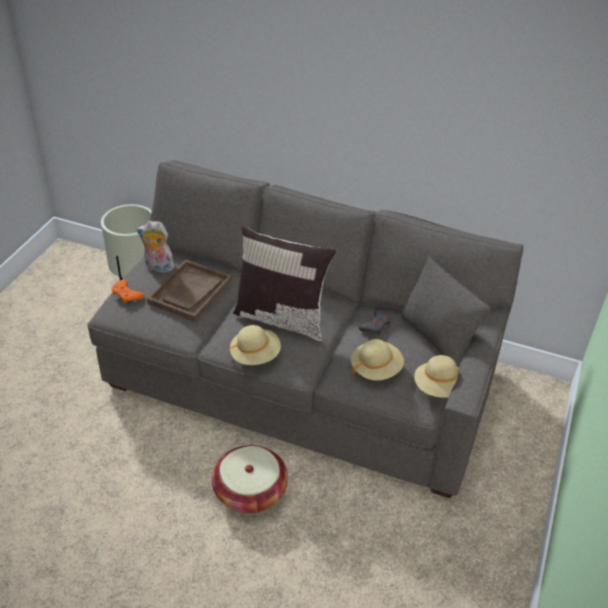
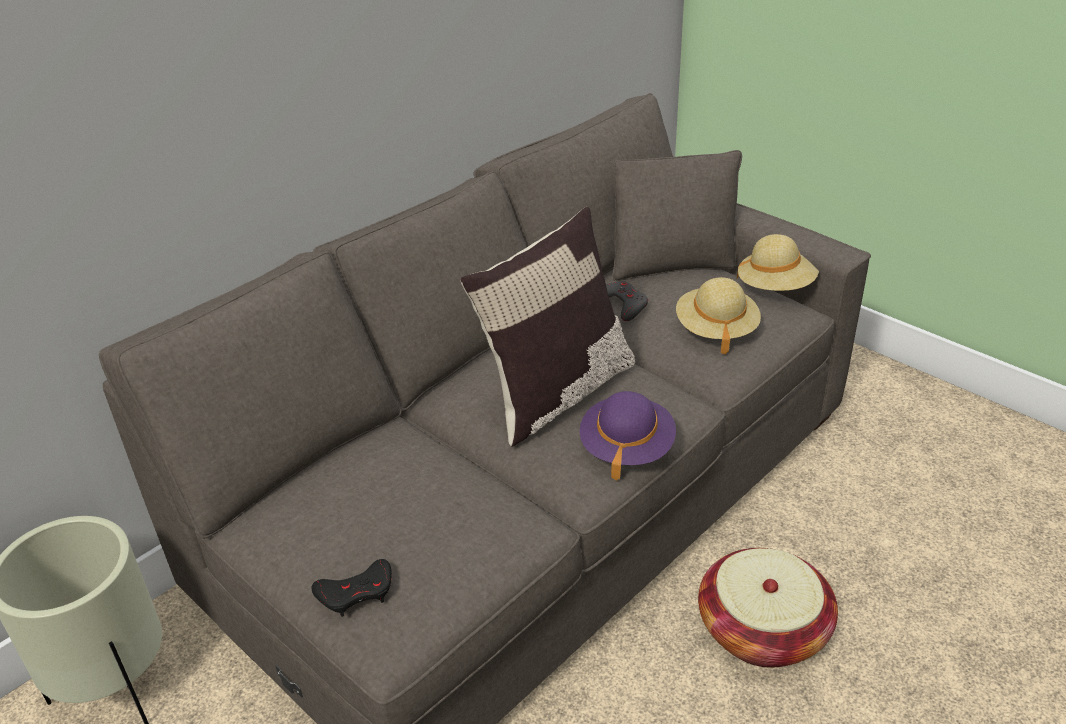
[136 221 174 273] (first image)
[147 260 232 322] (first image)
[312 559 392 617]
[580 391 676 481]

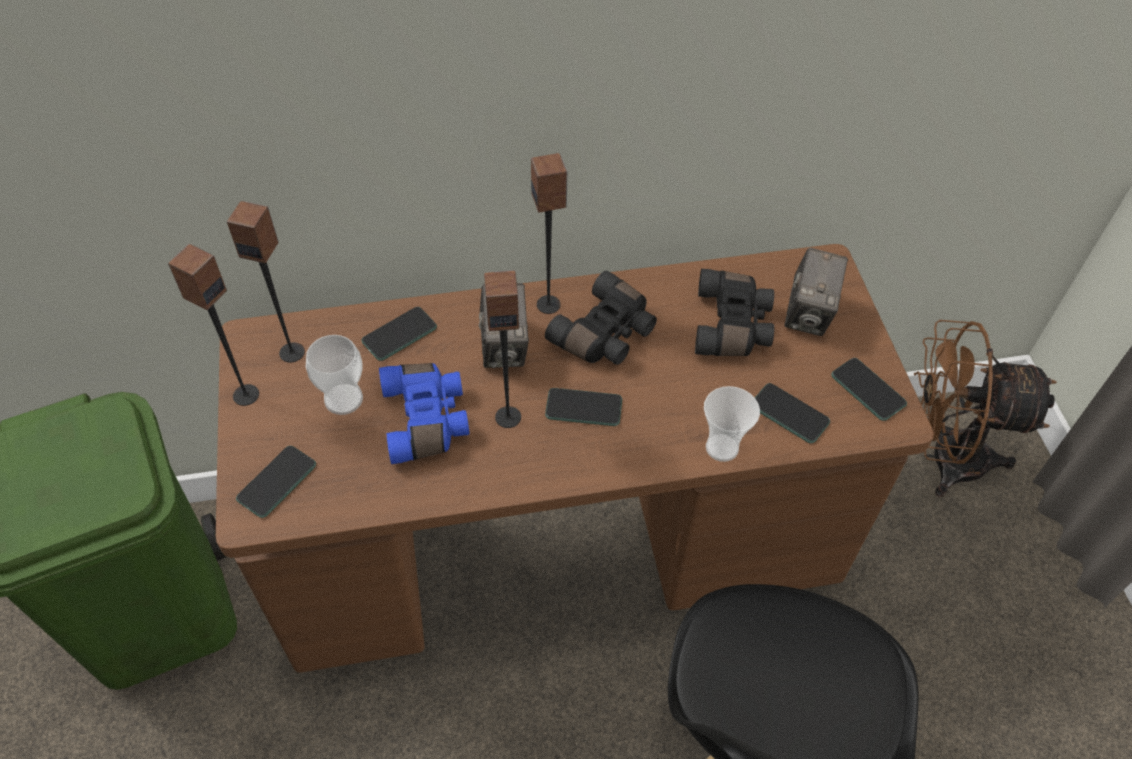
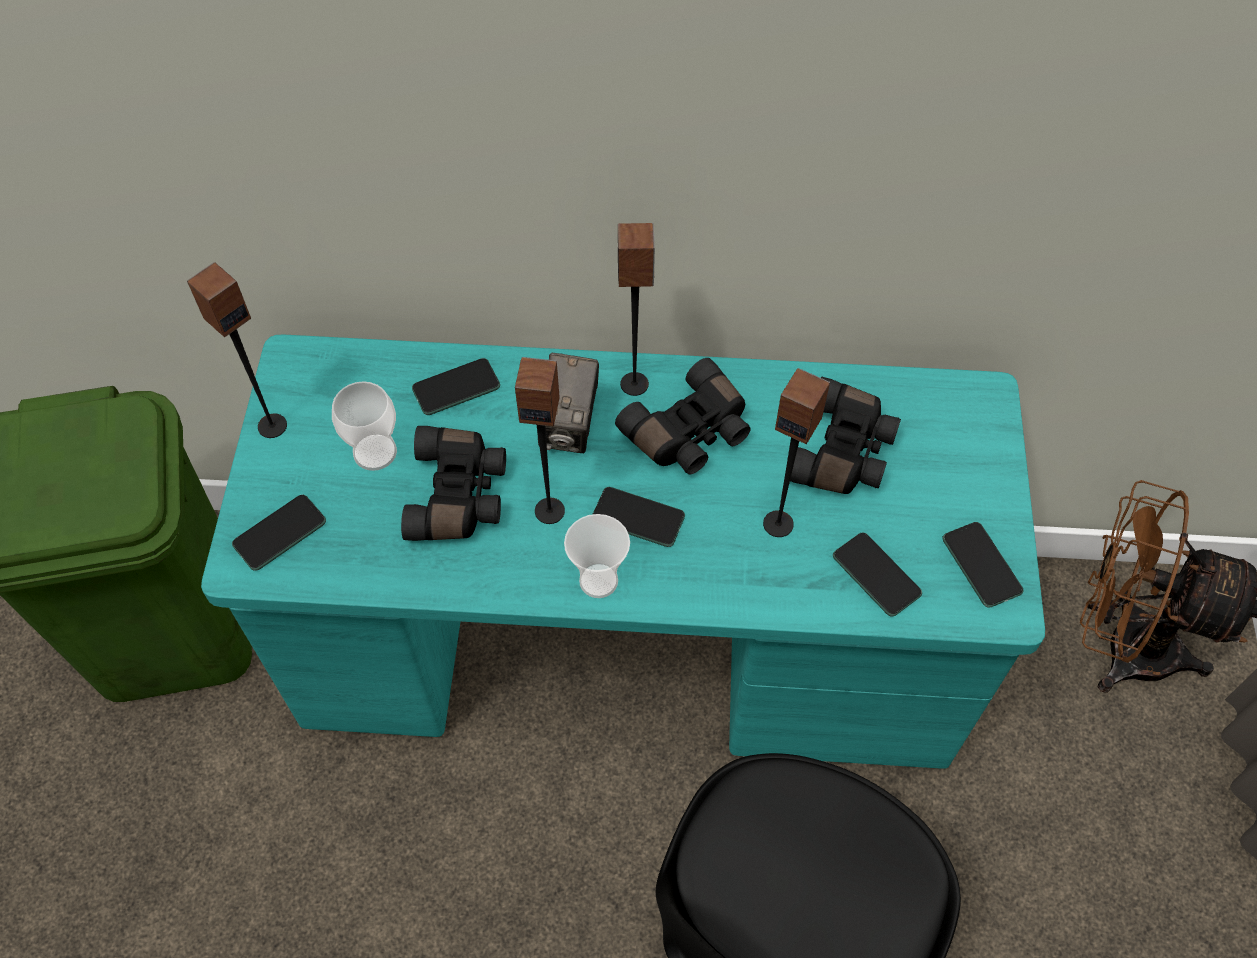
[763 368 830 537]
[201 334 1045 769]
[784 248 848 336] (first image)
[401 426 506 541]
[564 514 630 598]

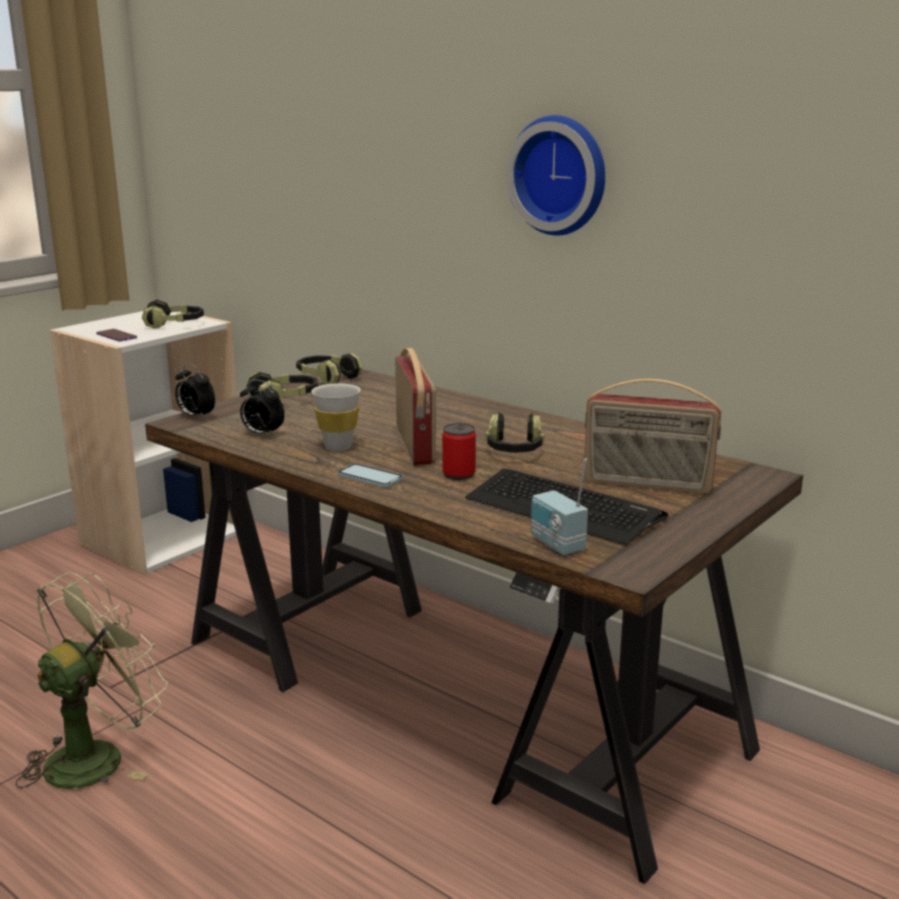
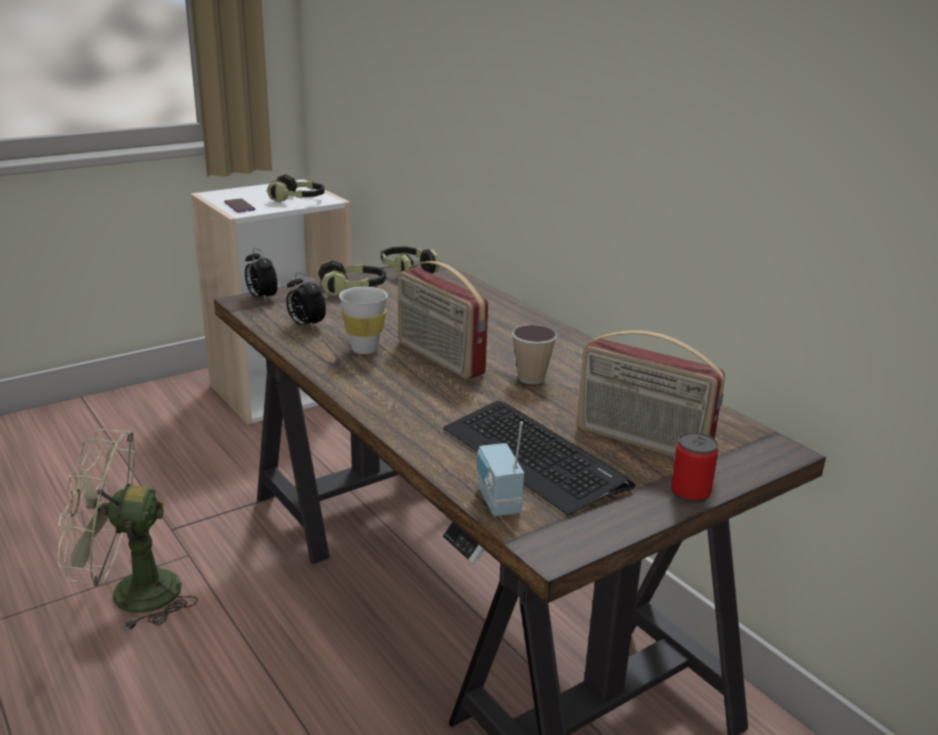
[506 115 605 236] (first image)
[398 261 488 379]
[512 325 557 384]
[671 432 718 503]
[337 463 404 488] (first image)
[58 429 198 631]

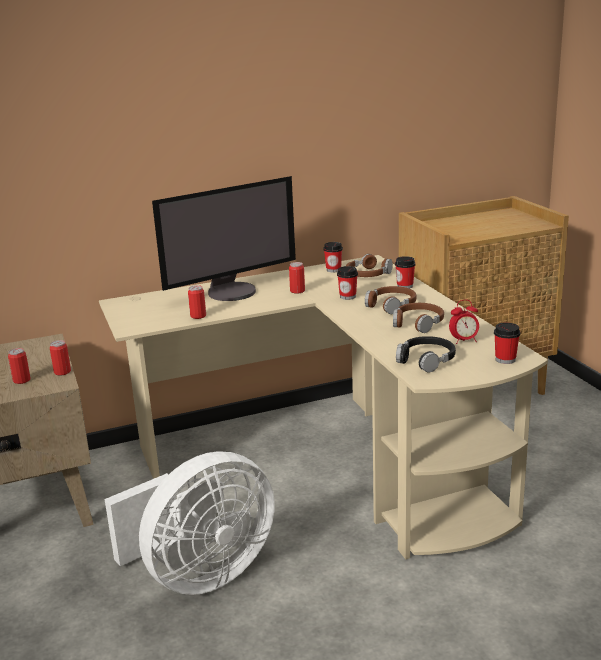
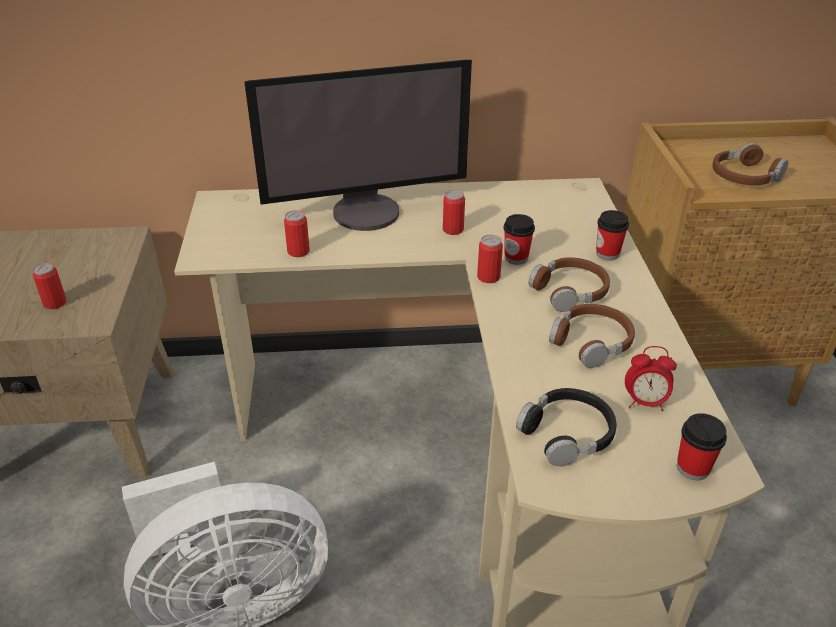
[323 242 343 272] (first image)
[713 143 788 185]
[477 235 503 283]

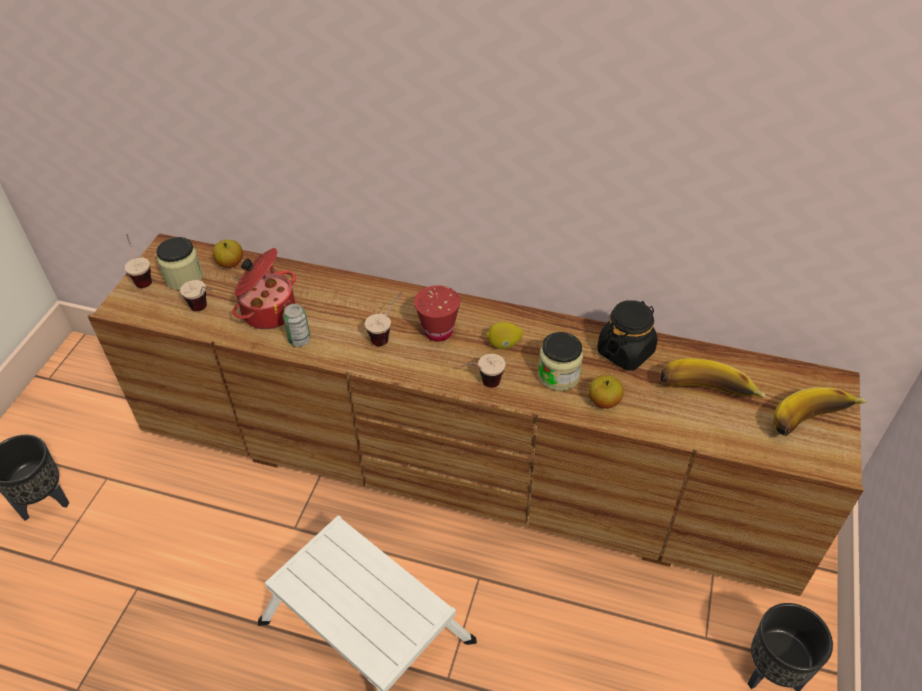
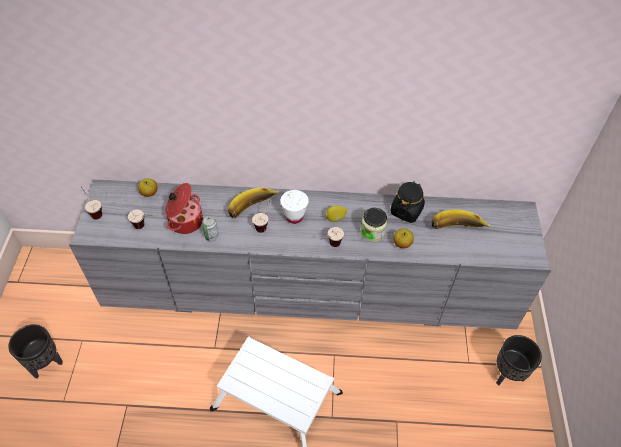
[69 179 551 329]
[156 237 203 290] (first image)
[281 190 309 224]
[228 188 280 218]

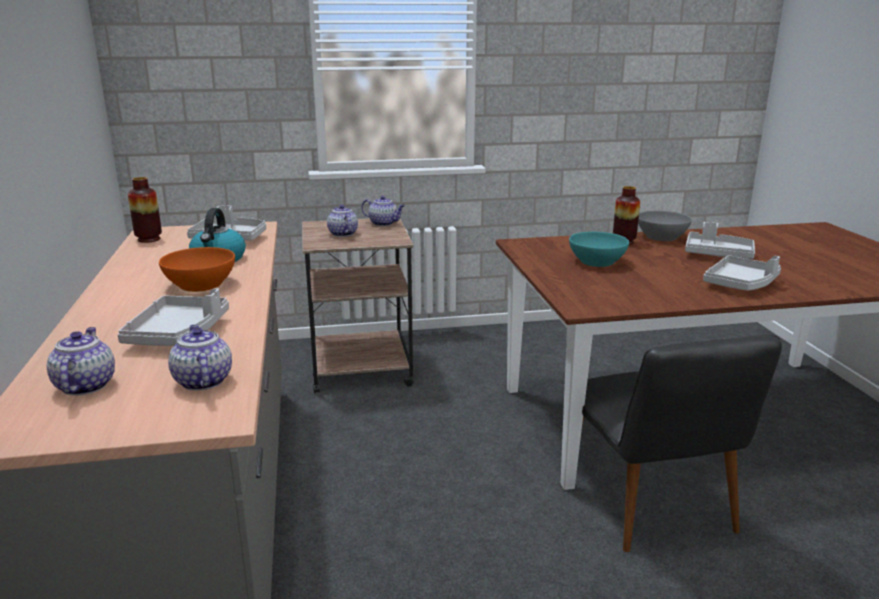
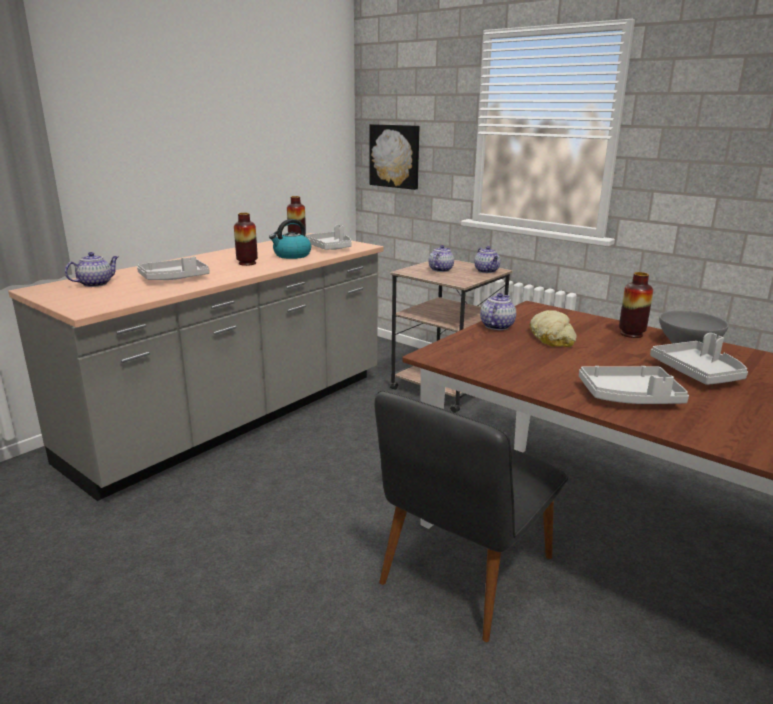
[530 310 577 347]
[234 213 258 266]
[480 293 516 330]
[369 124 419 190]

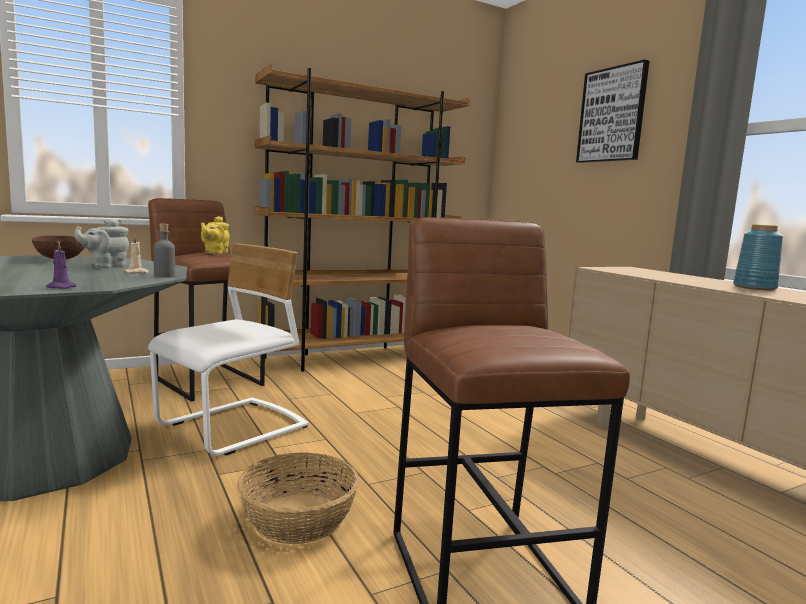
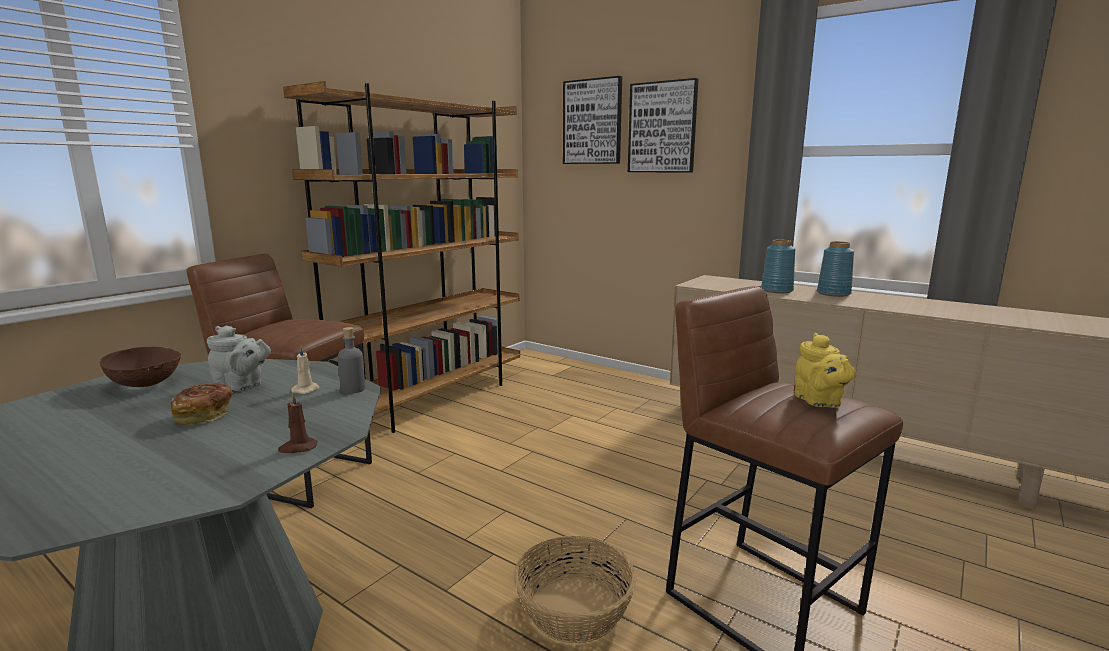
[795 333 856 408]
[207 326 271 391]
[278 392 317 453]
[148 243 309 456] (first image)
[563 76 622 164]
[761 240 795 293]
[171 383 233 425]

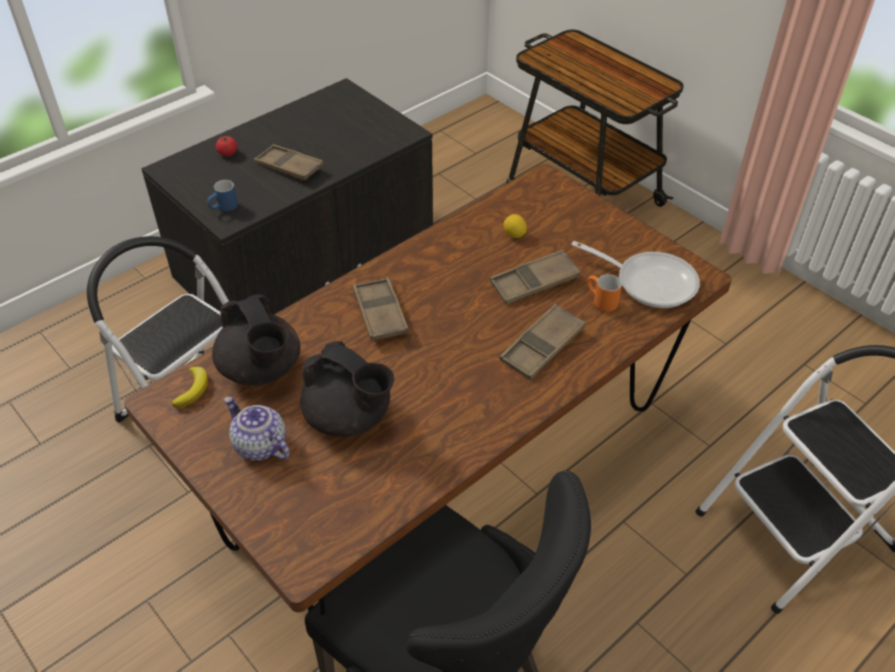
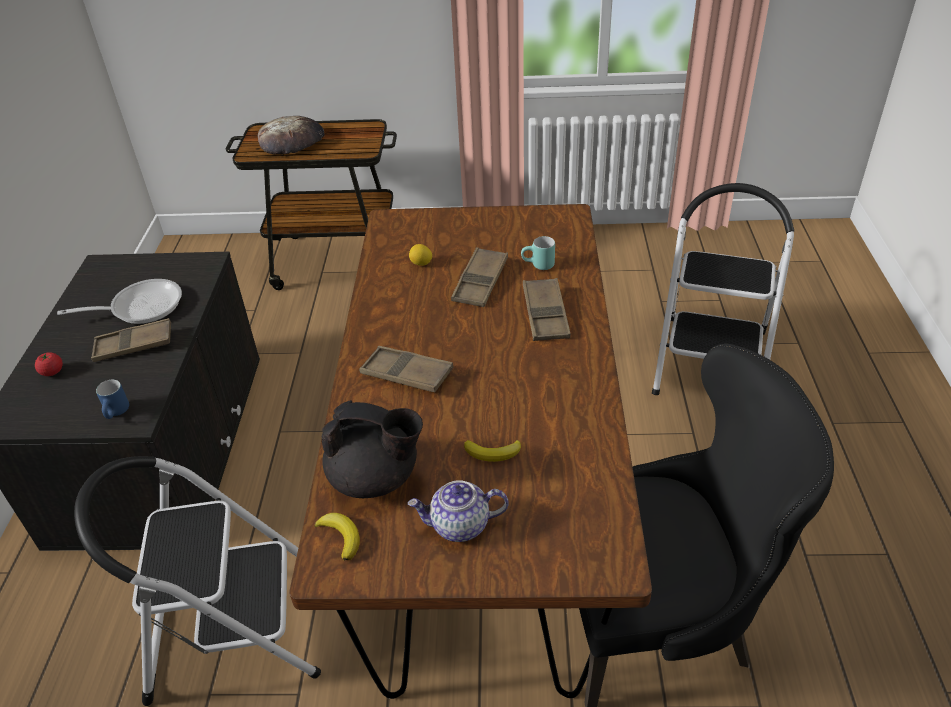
[57 279 182 324]
[521 236 555 270]
[464 440 521 462]
[258 116 325 155]

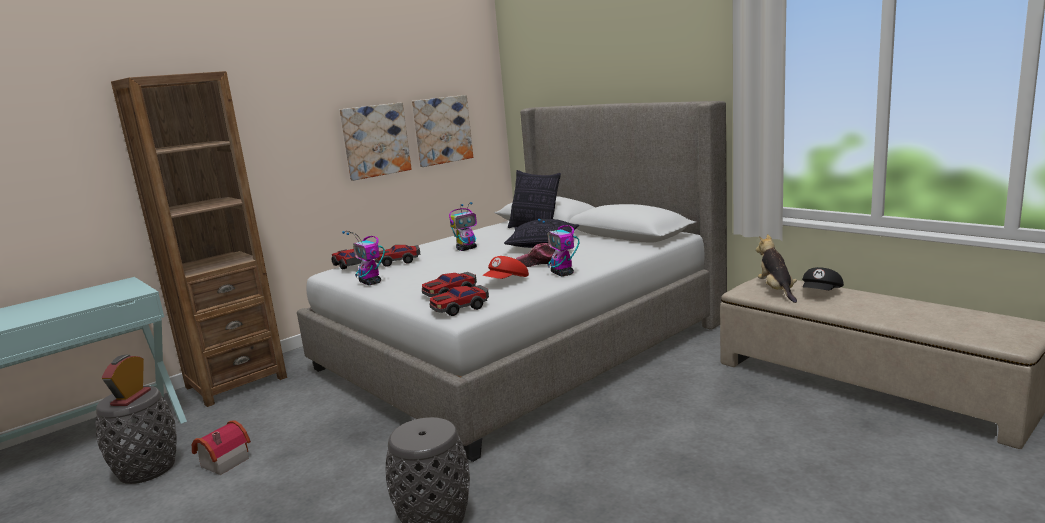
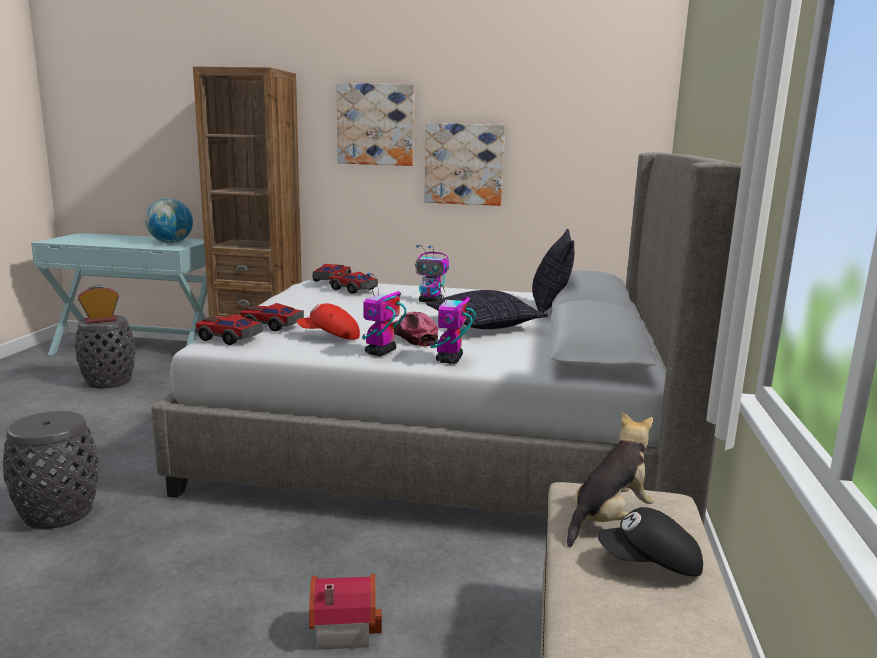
[337 83 414 166]
[425 279 476 364]
[309 574 382 649]
[145 198 193 243]

